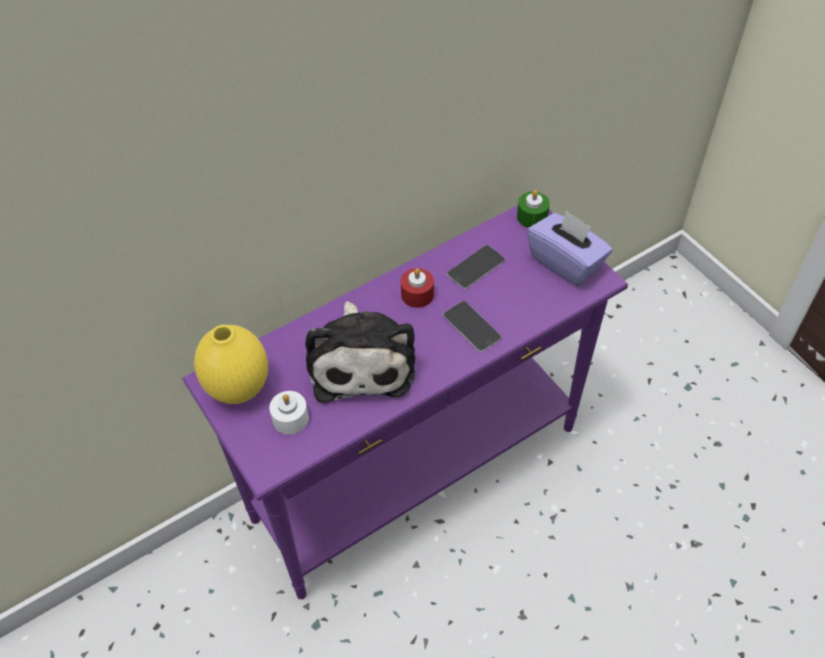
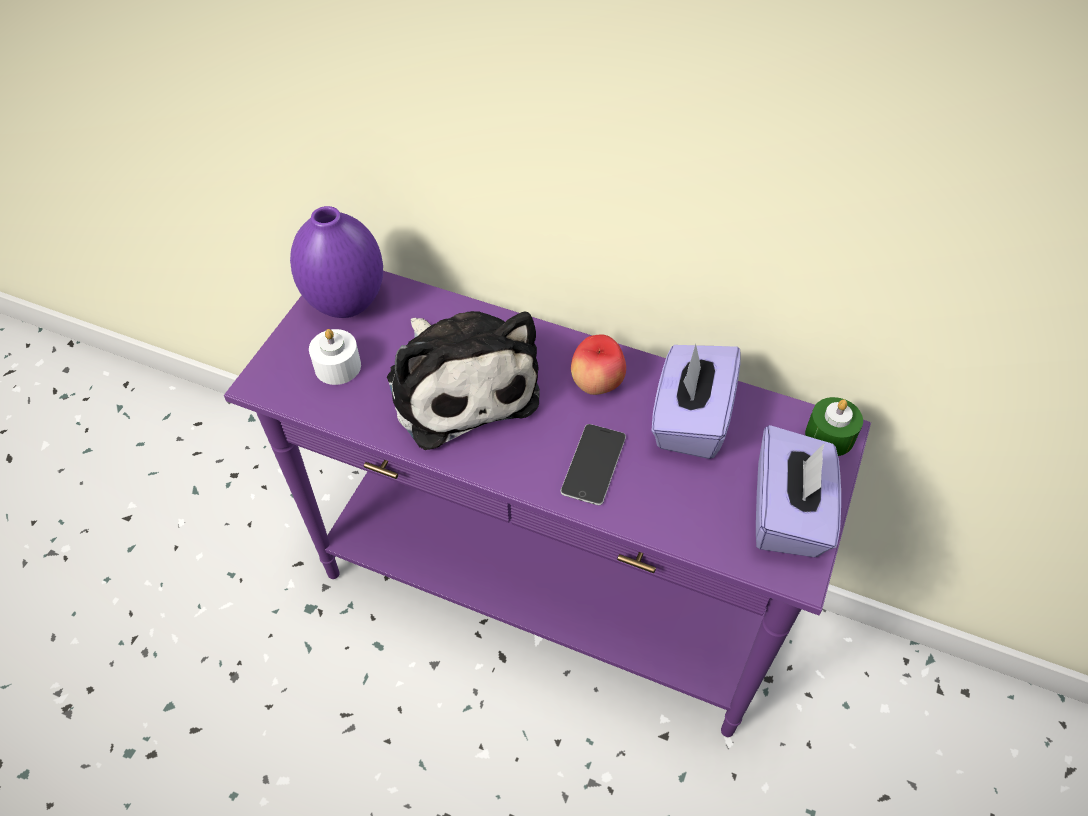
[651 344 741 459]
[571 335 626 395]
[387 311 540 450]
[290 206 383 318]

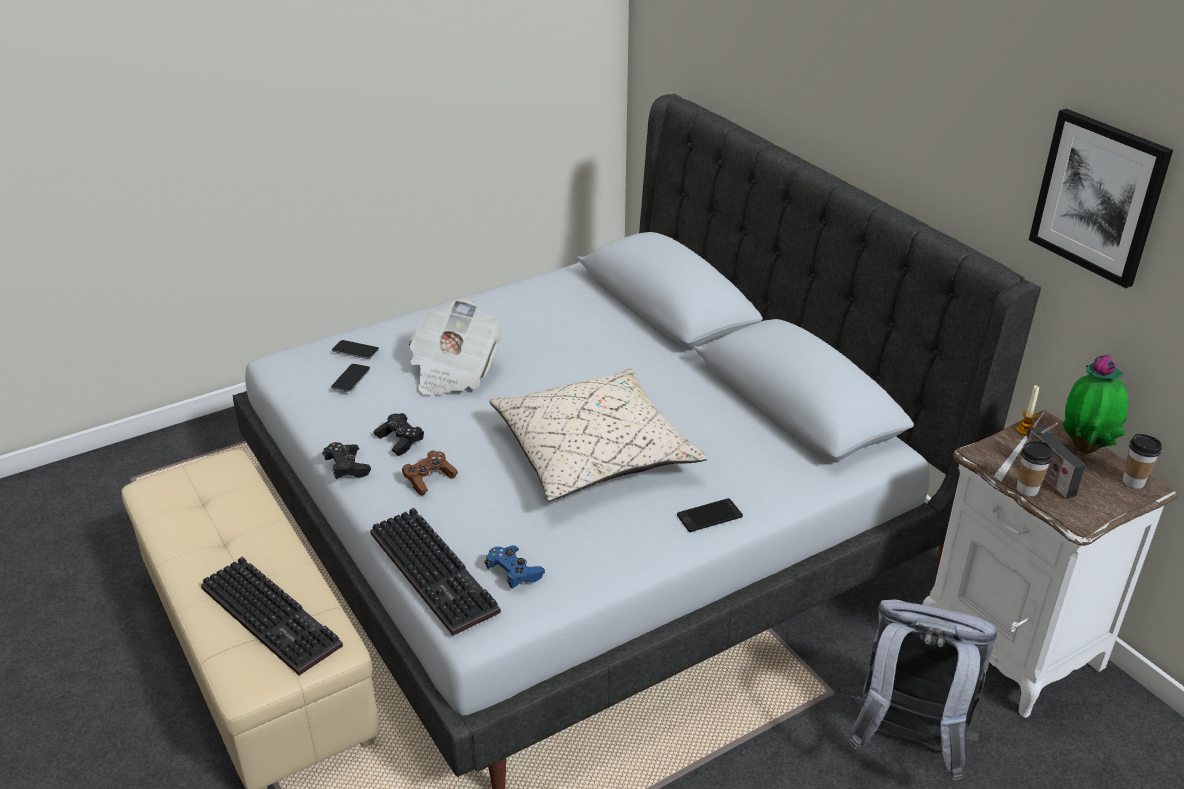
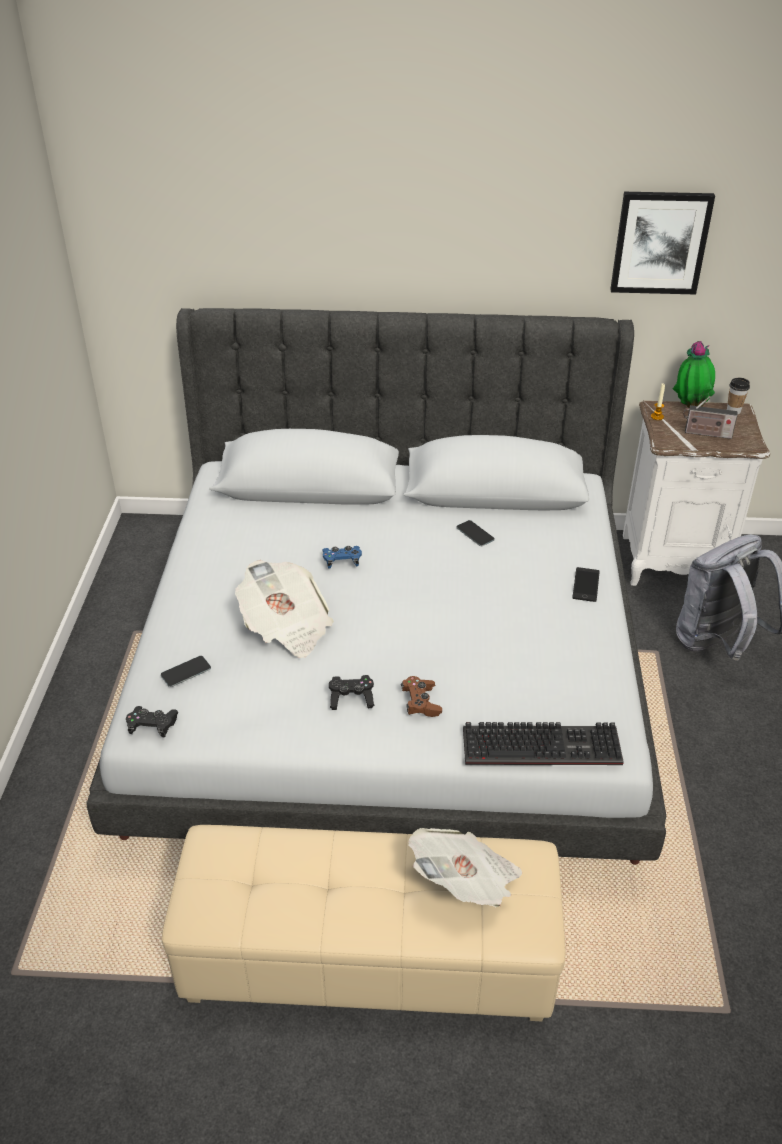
[456 520 495 546]
[489 368 708 501] (first image)
[1017 441 1053 496] (first image)
[126 706 179 737]
[322 546 362 568]
[408 828 522 907]

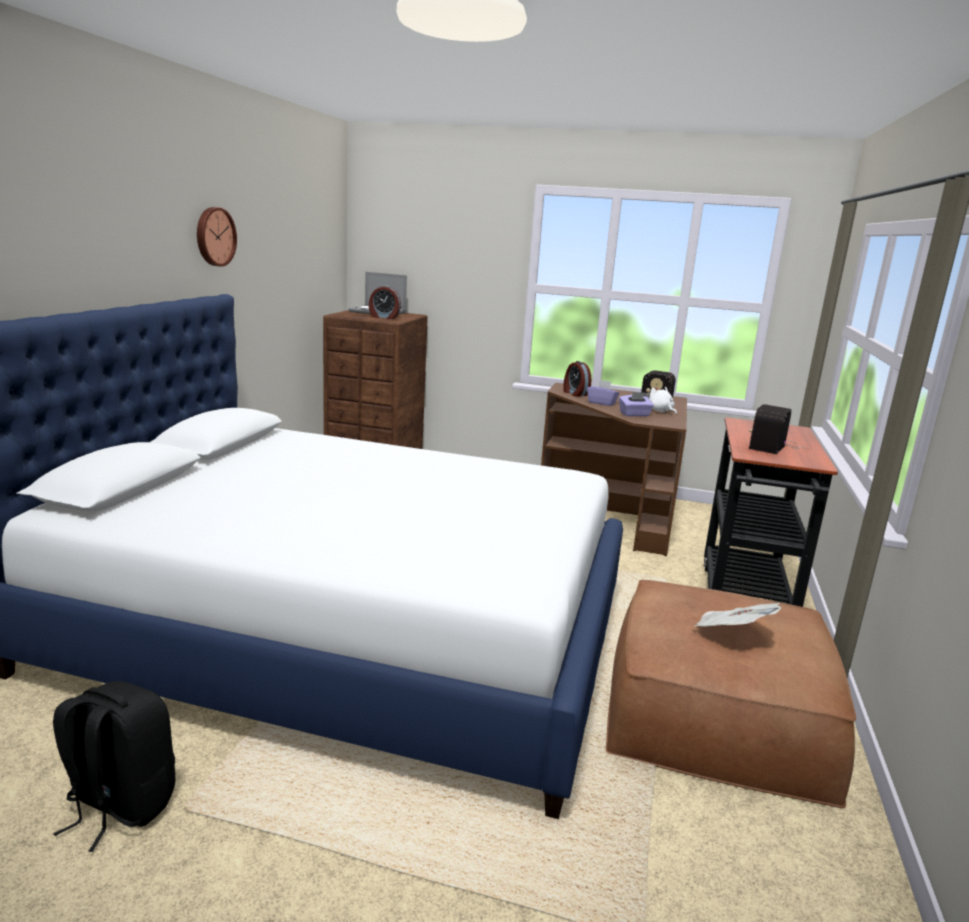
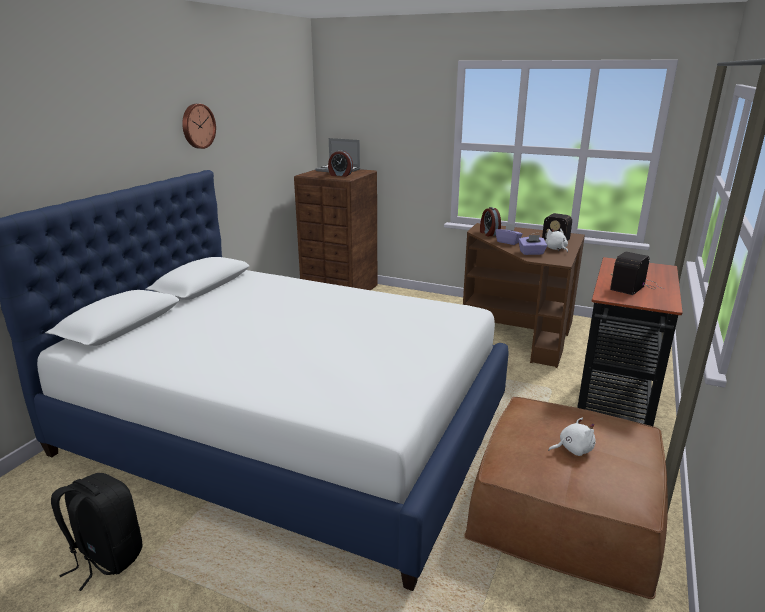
[548 417 596 456]

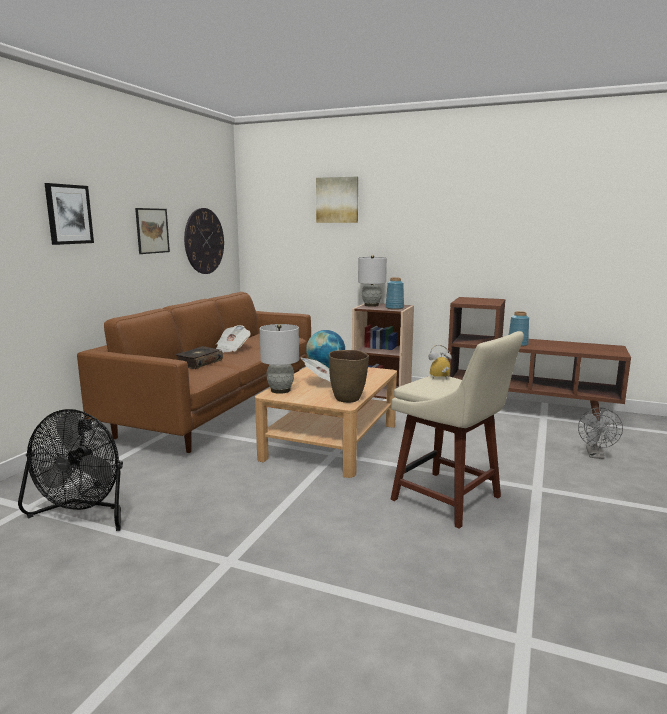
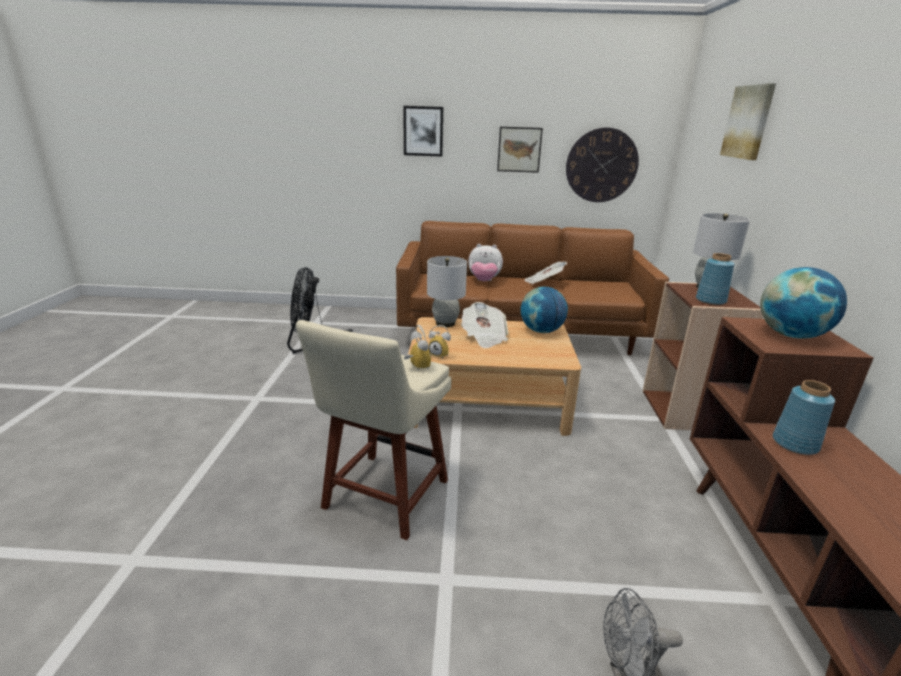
[468 244 503 281]
[429 325 451 359]
[760 267 847 339]

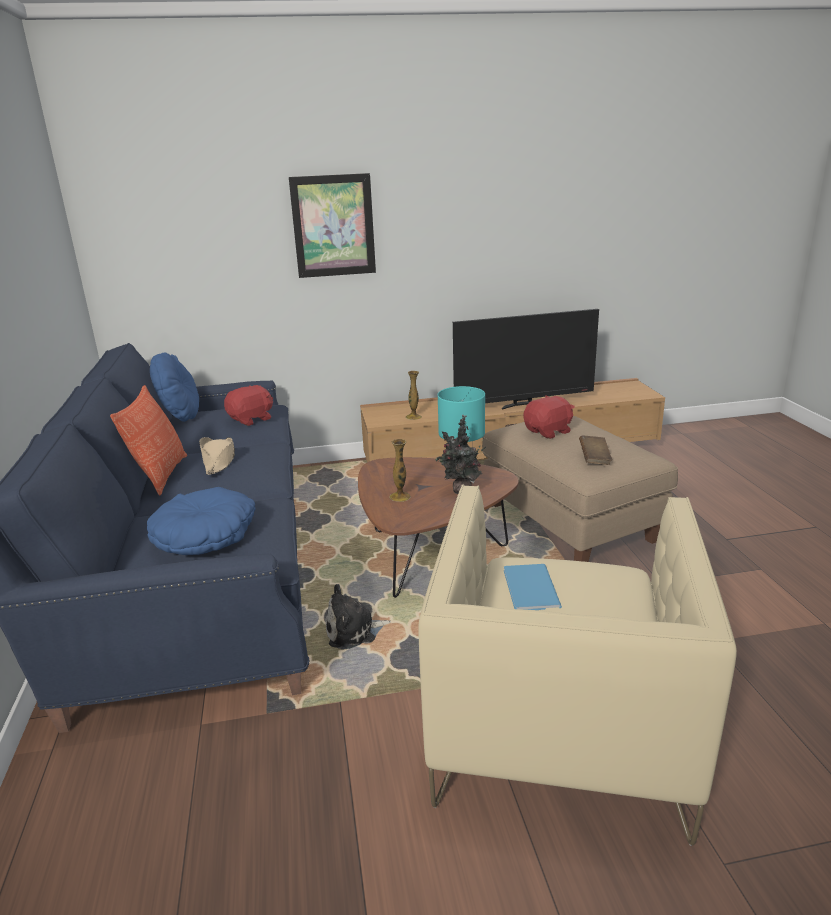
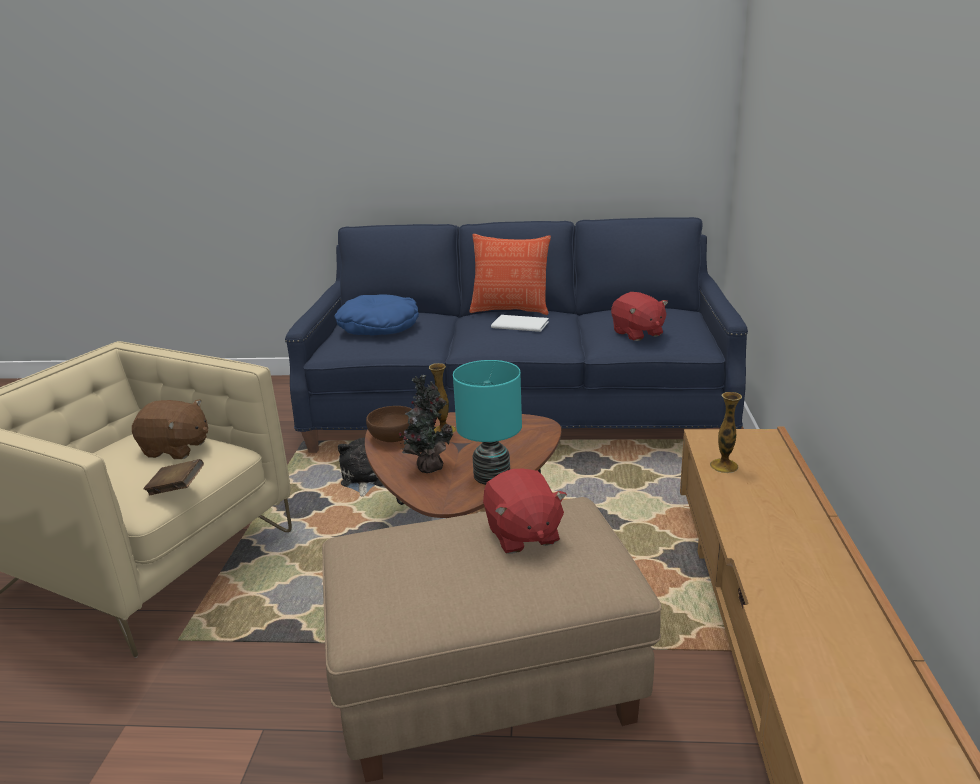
[289 173 376 278] (first image)
[453 309 599 410] (first image)
[150 352 199 422] (first image)
[144 459 204 495]
[491 315 549 332]
[132 399 208 459]
[366 406 412 442]

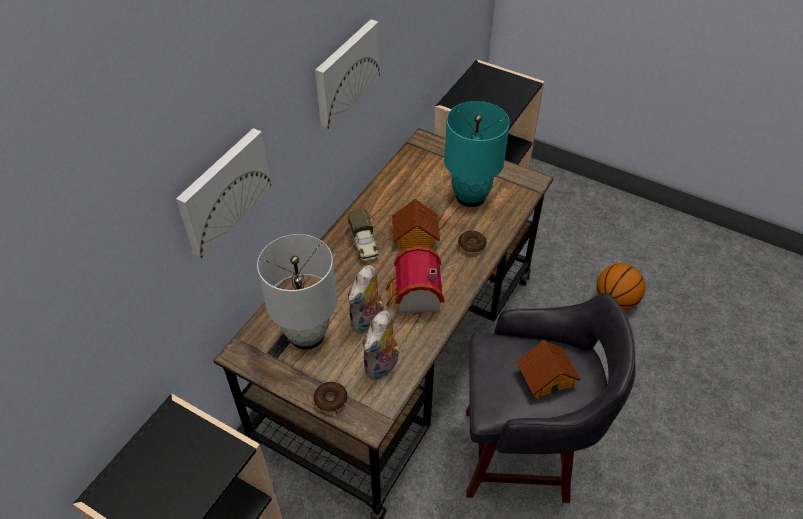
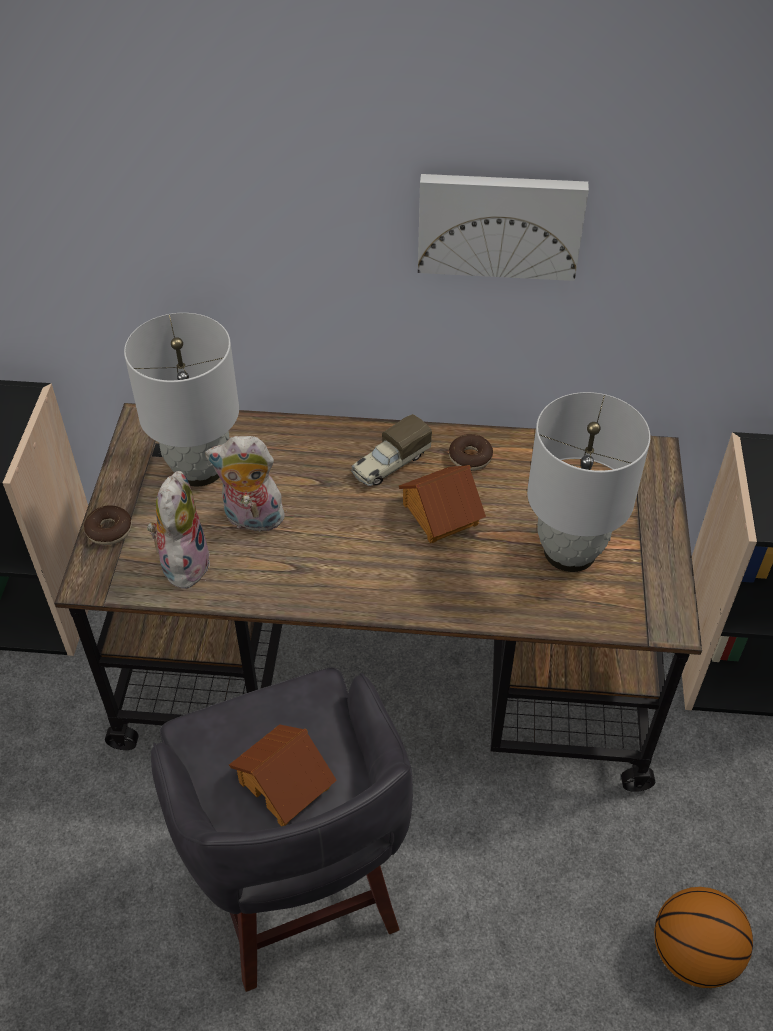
[527 392 651 572]
[176 128 272 258] (first image)
[449 434 493 471]
[386 246 445 313] (first image)
[147 471 210 589]

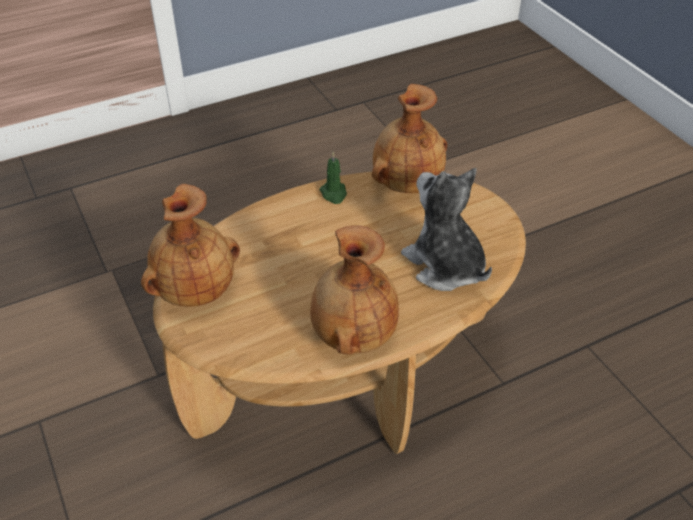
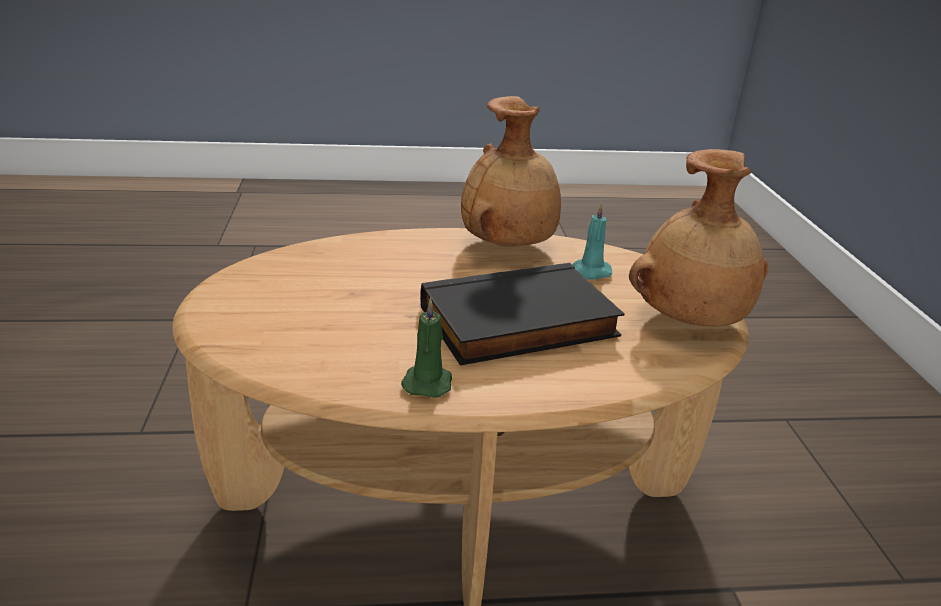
[372 84 447 193] (first image)
[401 168 492 291] (first image)
[572 203 612 280]
[420 263 625 366]

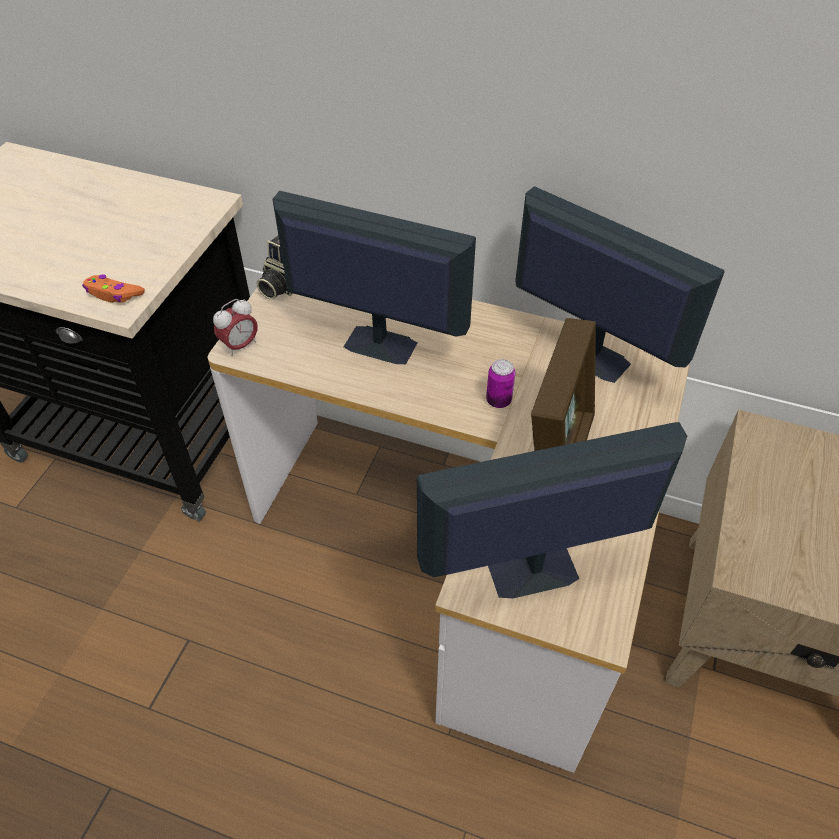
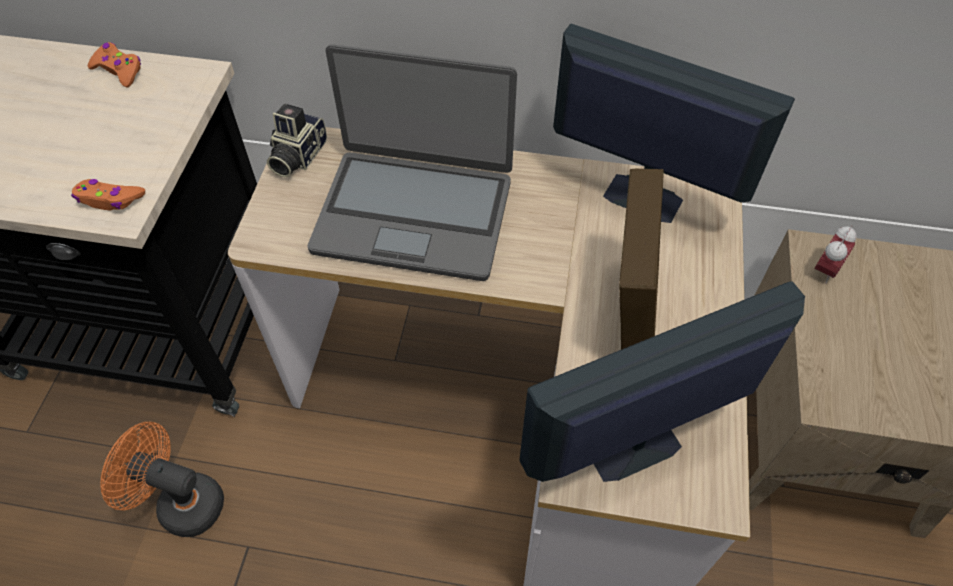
[308 44 517 281]
[814 226 857 284]
[486 359 515 408] (first image)
[88 42 141 87]
[100 422 224 537]

